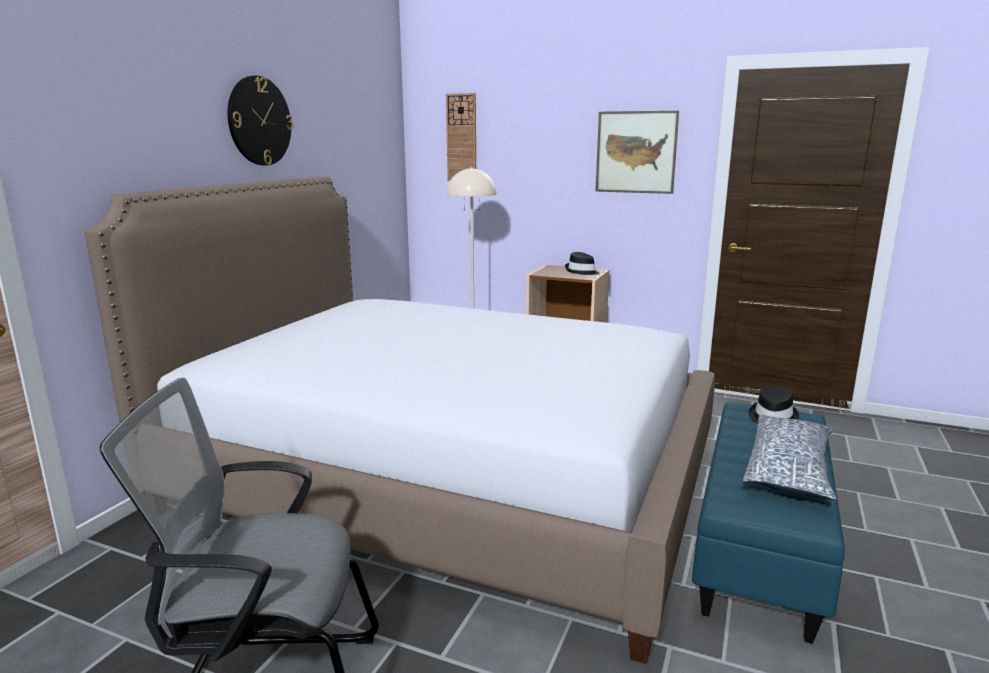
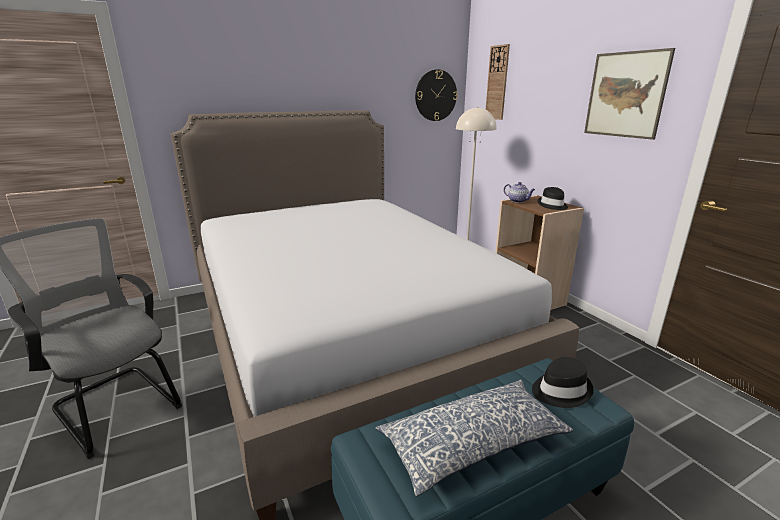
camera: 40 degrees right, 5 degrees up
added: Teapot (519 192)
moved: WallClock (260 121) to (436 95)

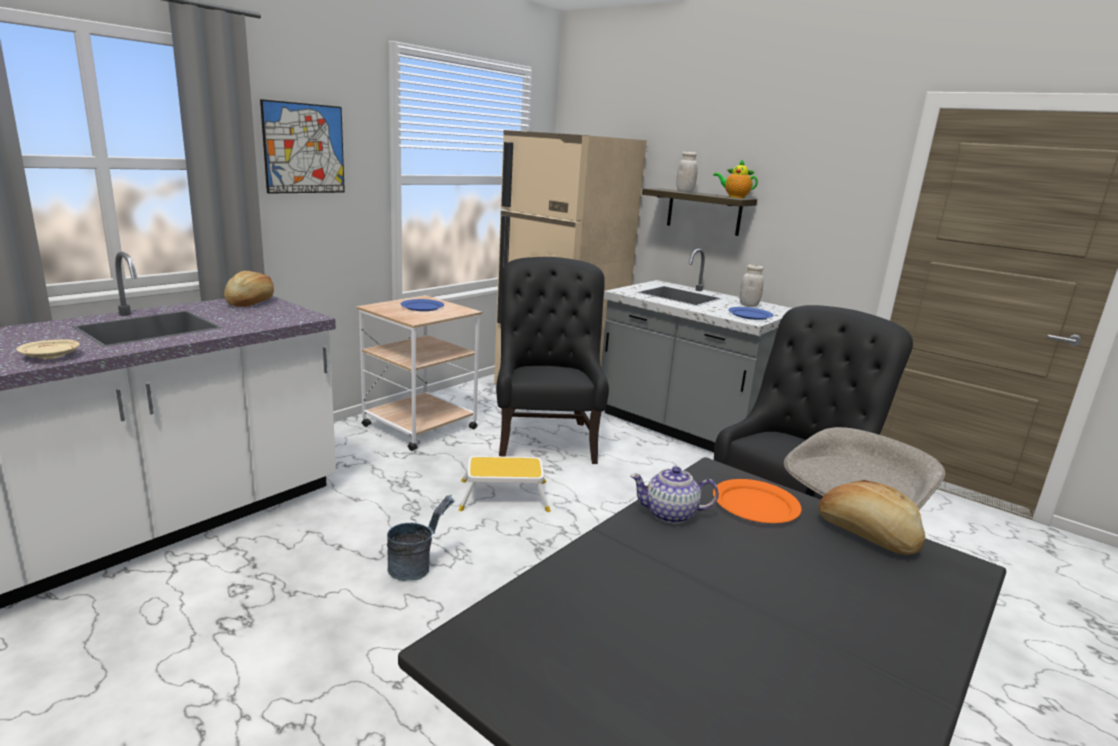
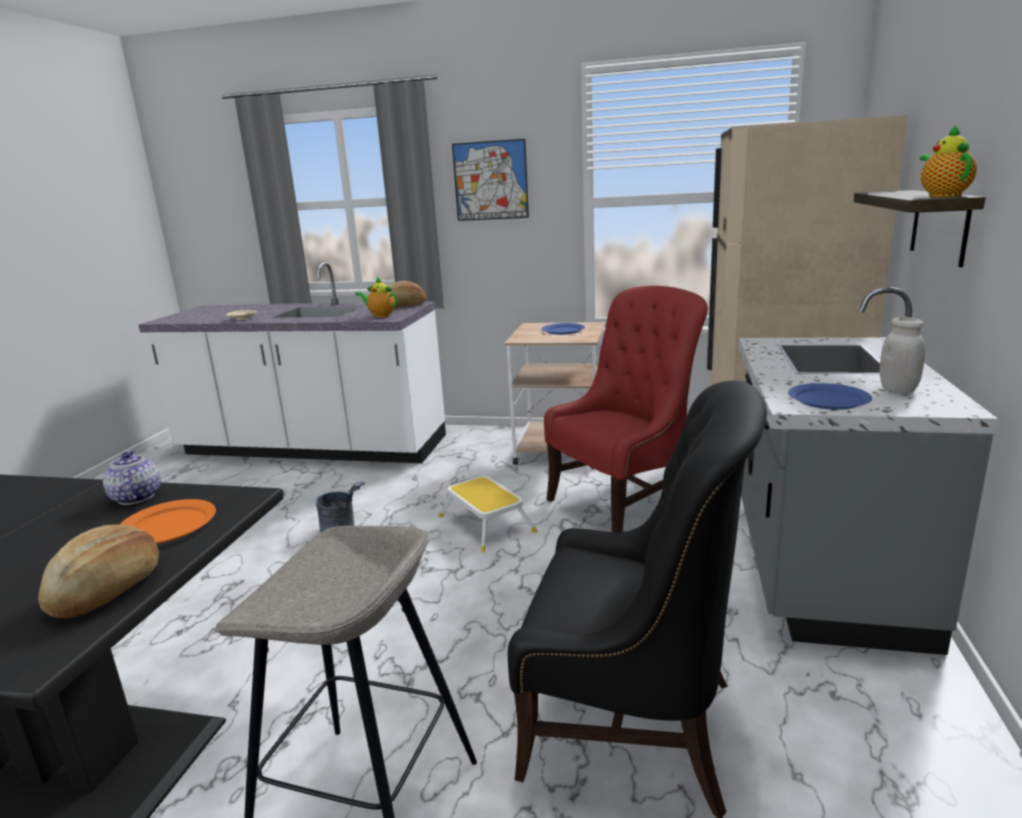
camera: 65 degrees right, 0 degrees up
removed: WhiteJar (687 172)
added: Teapot (376 297)
recoloured: BlackChair (552 360) to RedChair (626 409)

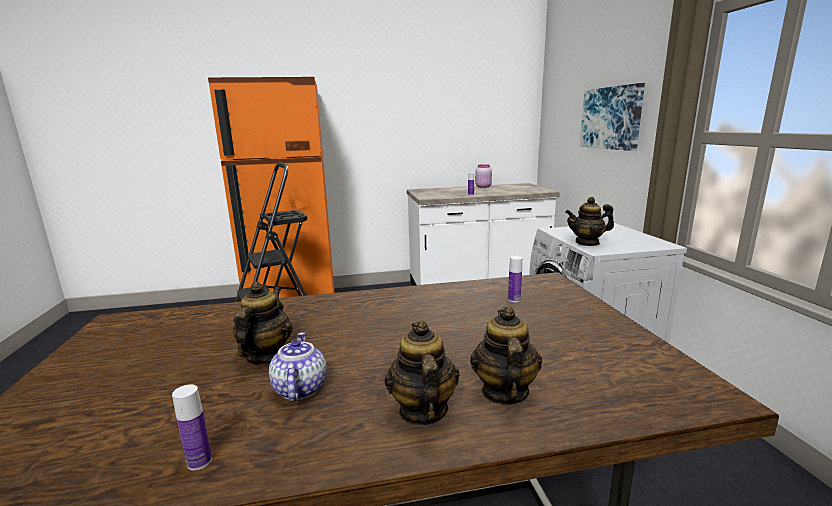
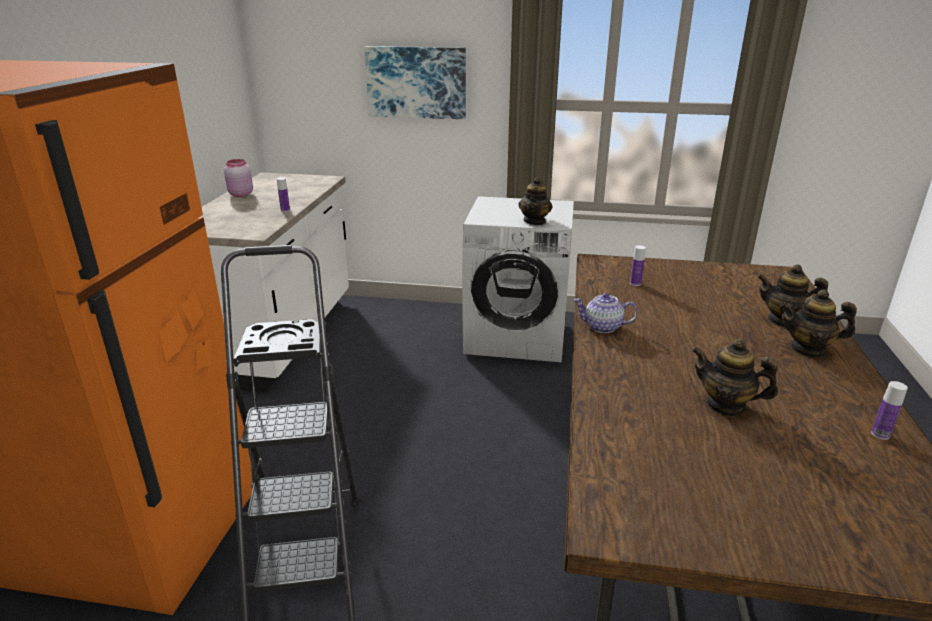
camera: 70 degrees left, 10 degrees up
moved: Teapot (298 367) to (605 313)

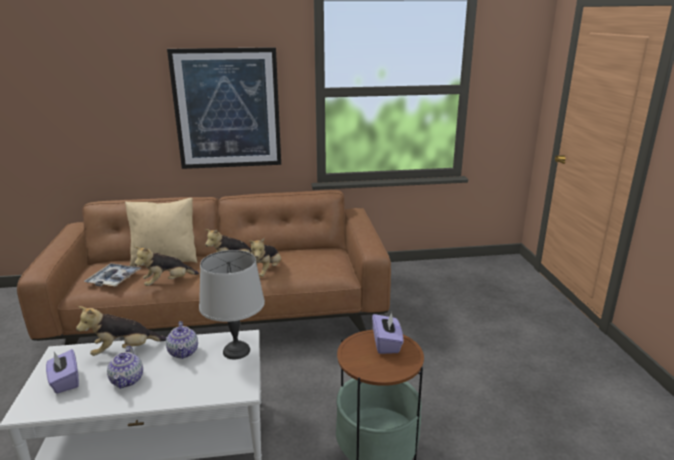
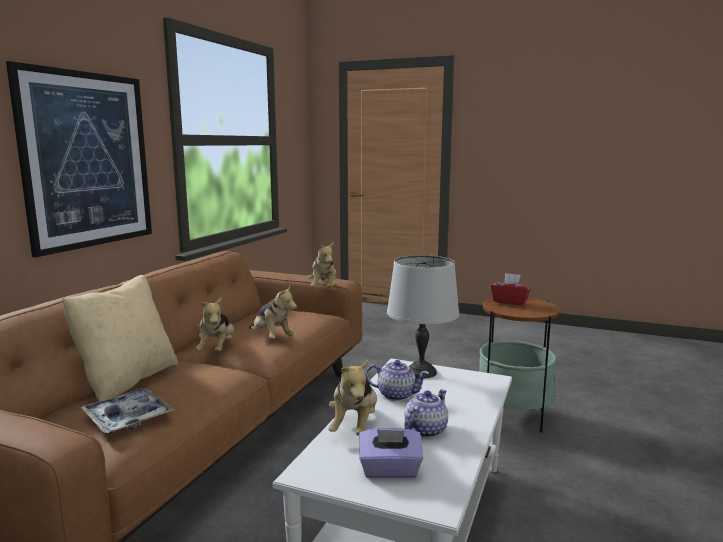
camera: 60 degrees left, 10 degrees down
moved: PlushToy (166 266) to (322 265)
recoloured: PurpleTissueBox (387 333) to RedTissueBox (510 289)
turned: Teapot (125 367) = (426 413) 75 degrees counterclockwise

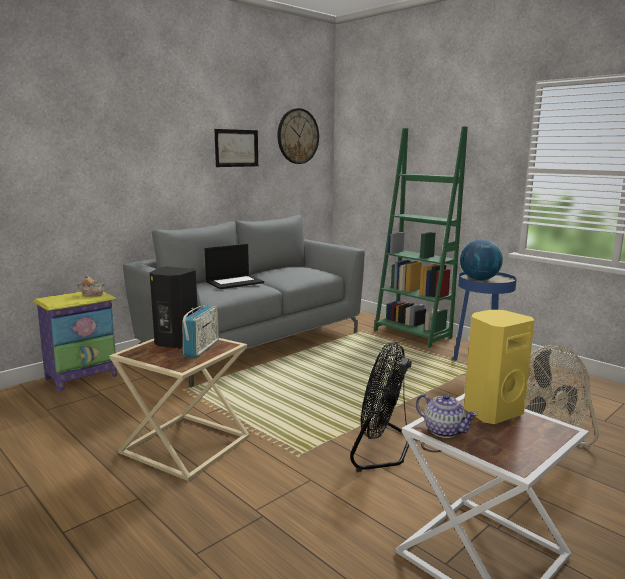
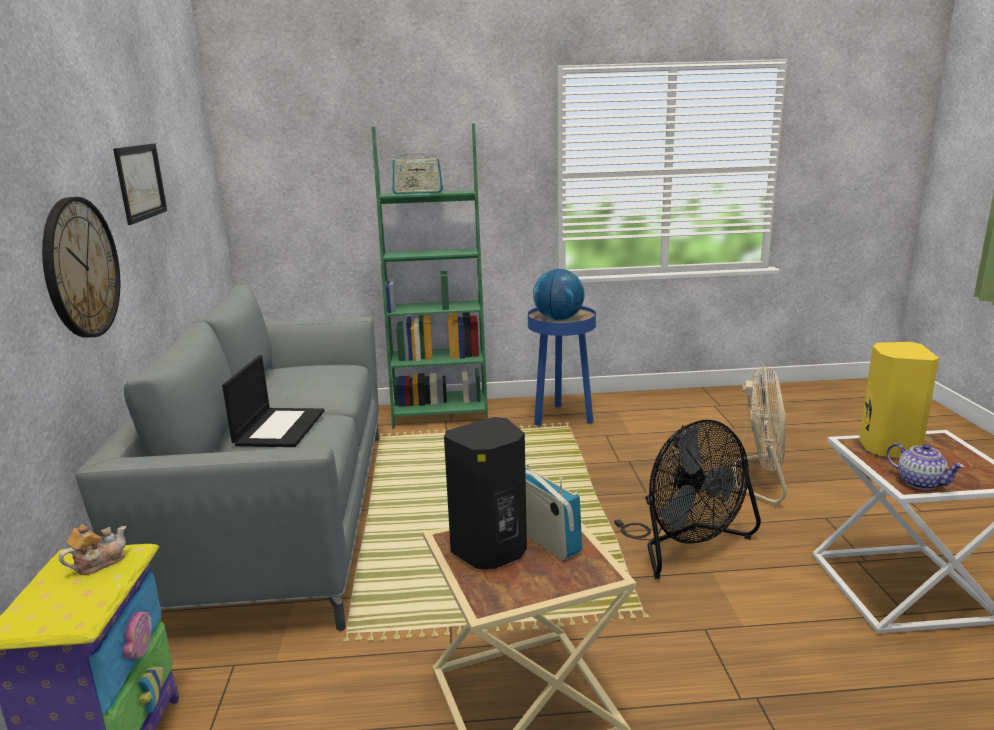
camera: 50 degrees left, 5 degrees up
added: Radio (417 172)
moved: WallClock (298 136) to (81 267)
turned: BlackFan (395 407) = (688 499) 90 degrees counterclockwise; Teapot (447 416) = (925 466) 60 degrees clockwise

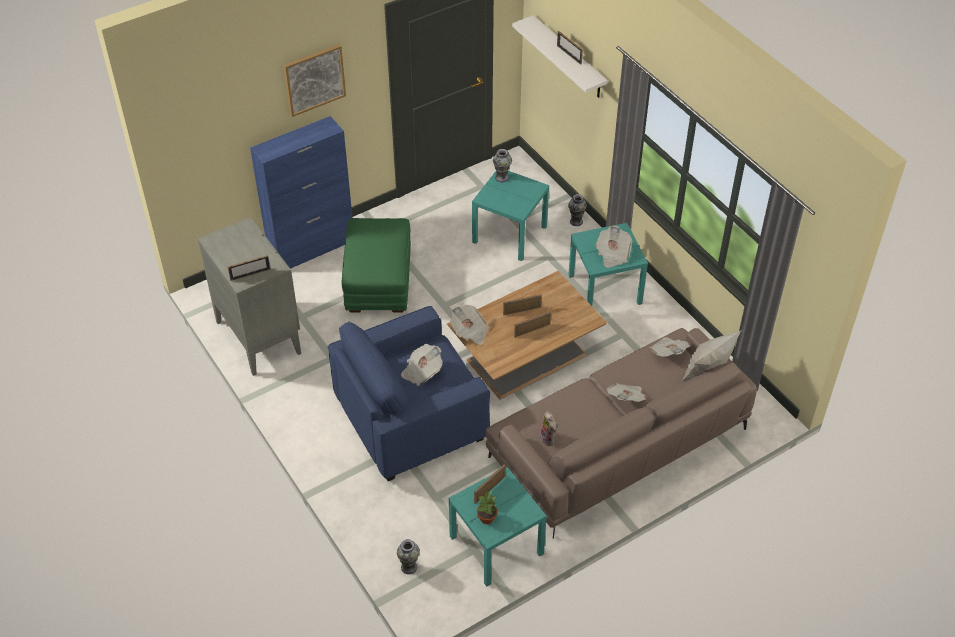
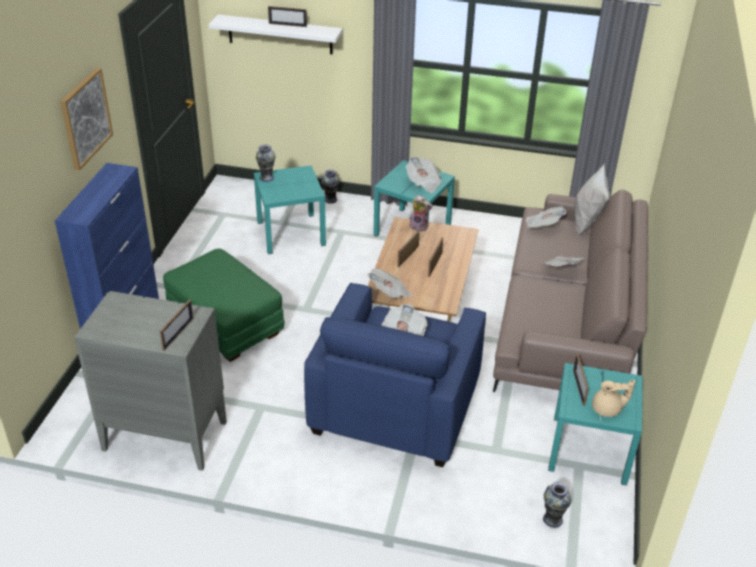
camera: 45 degrees left, 10 degrees down
moved: PlushToy (549 428) to (420 213)
replaced: PottedPlant (487 507) to BeigeTeapot (613 398)

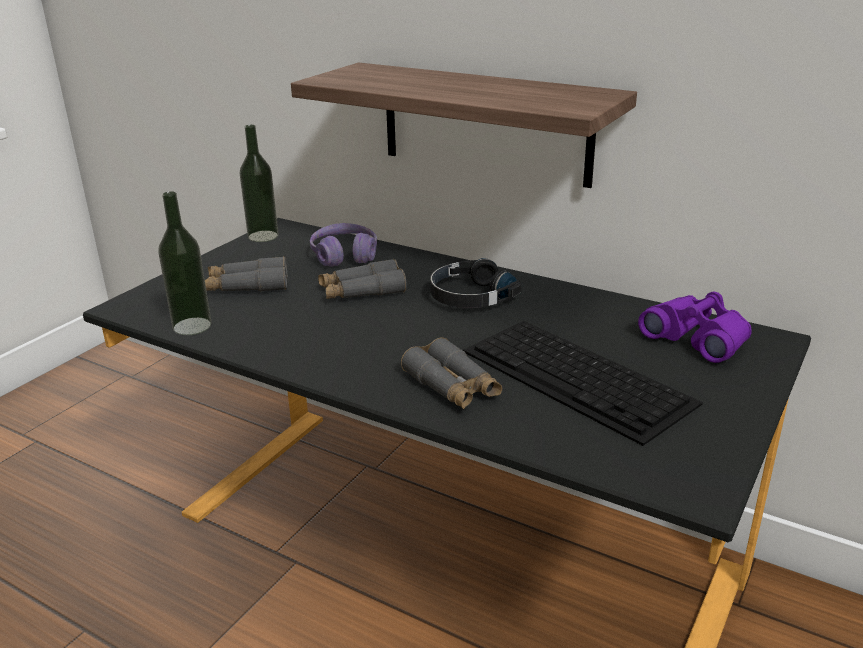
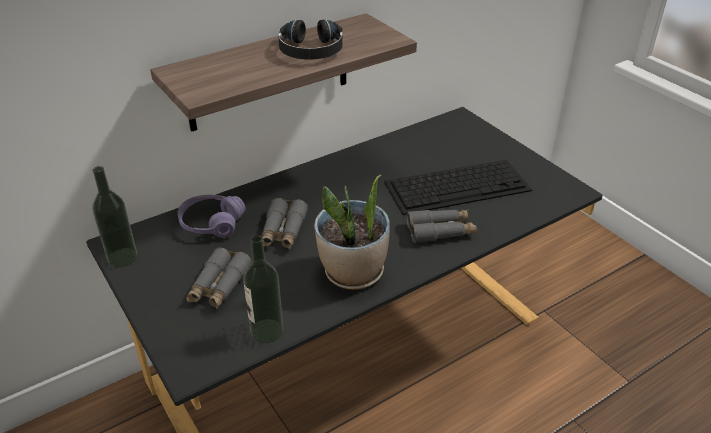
camera: 65 degrees left, 10 degrees up
removed: PurpleBinoculars (695 327)
added: PottedPlant (352 232)
moved: BlackHeadphones (475 283) to (310 40)

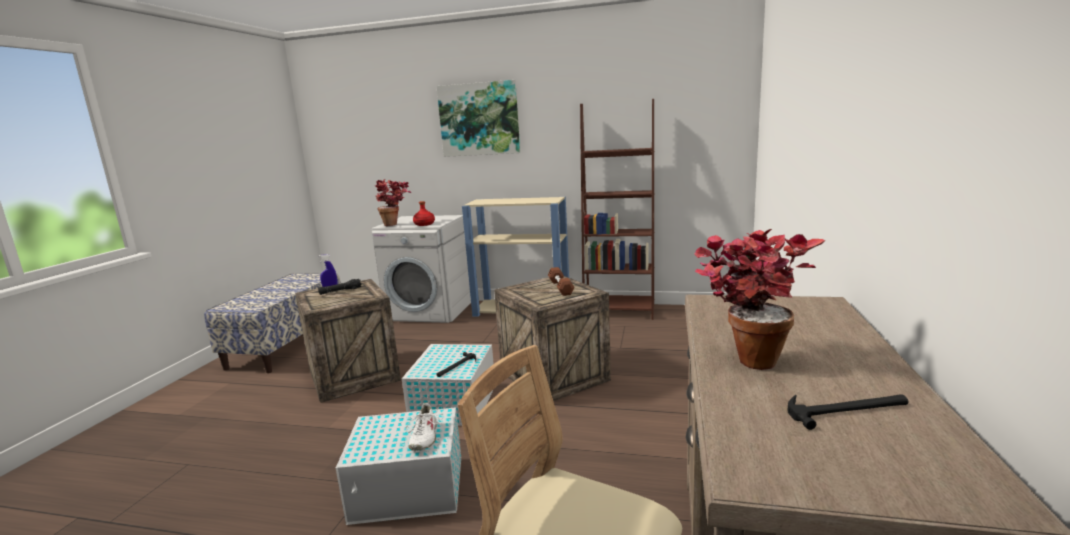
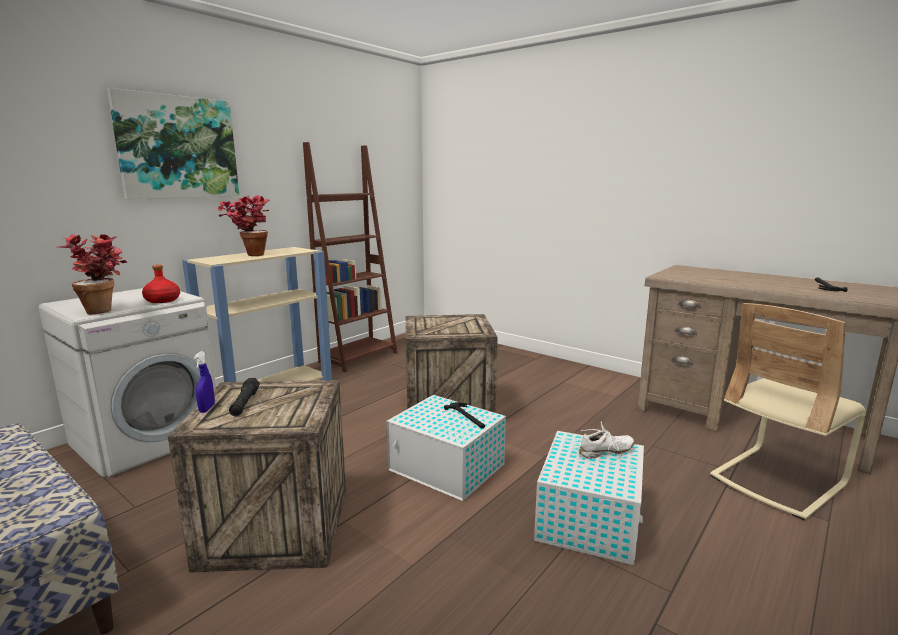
camera: 65 degrees left, 0 degrees up
removed: BrownDumbbell (561 281)
moved: PottedPlant (759 299) to (243 225)
turned: WhiteShoe (422 427) = (606 440) 45 degrees counterclockwise

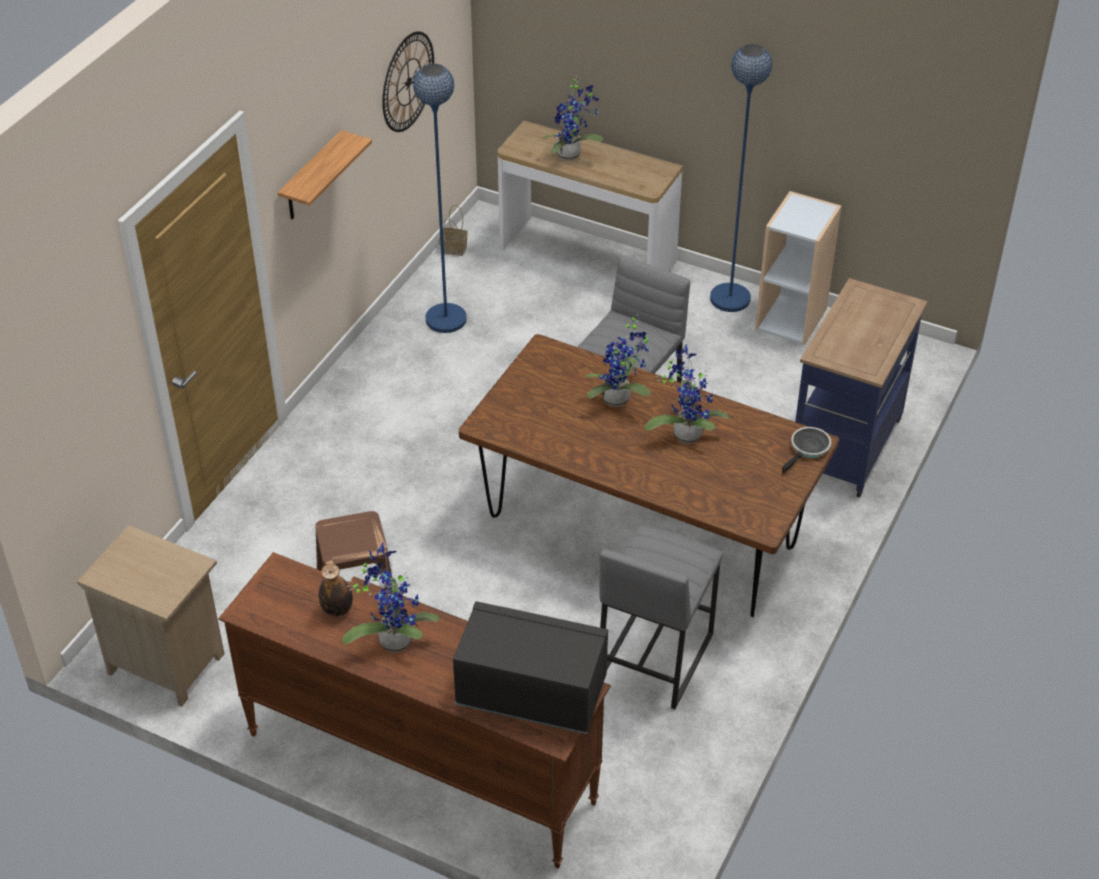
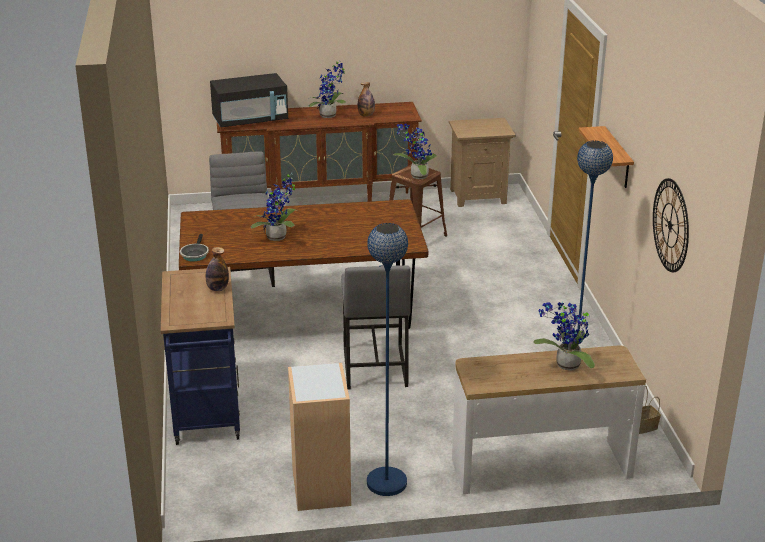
camera: 145 degrees right, 15 degrees down
added: Bottle (217 269)
moved: PottedPlant (618 360) to (415 151)

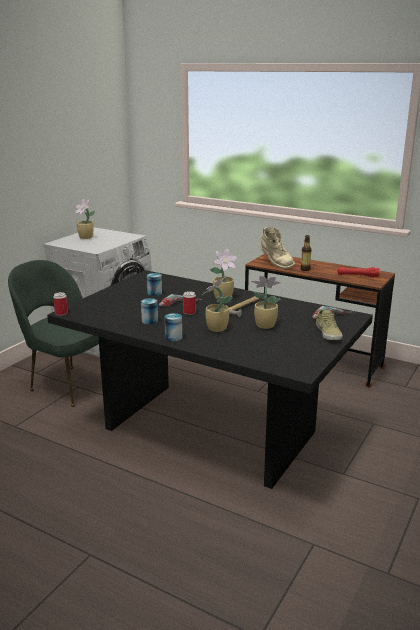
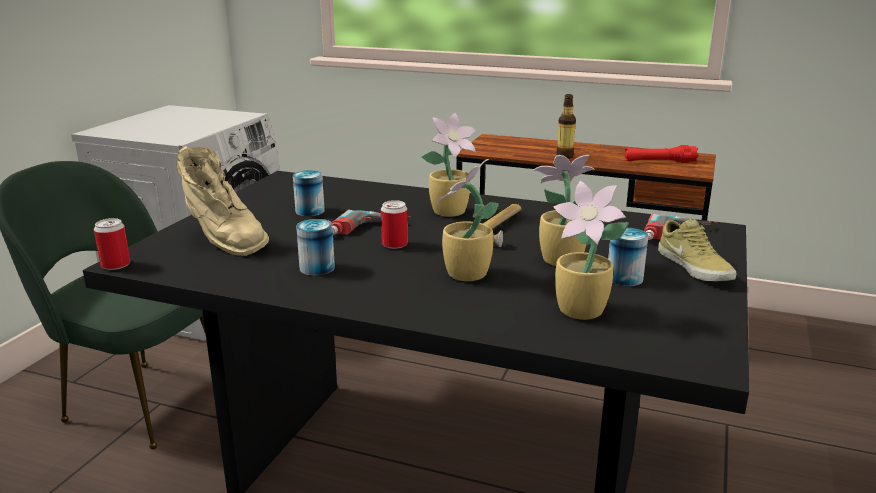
camera: 10 degrees left, 0 degrees up
moved: BeigeBoot (278 248) to (223 201); PottedPlant (85 219) to (591 250); Can (173 327) to (628 257)

